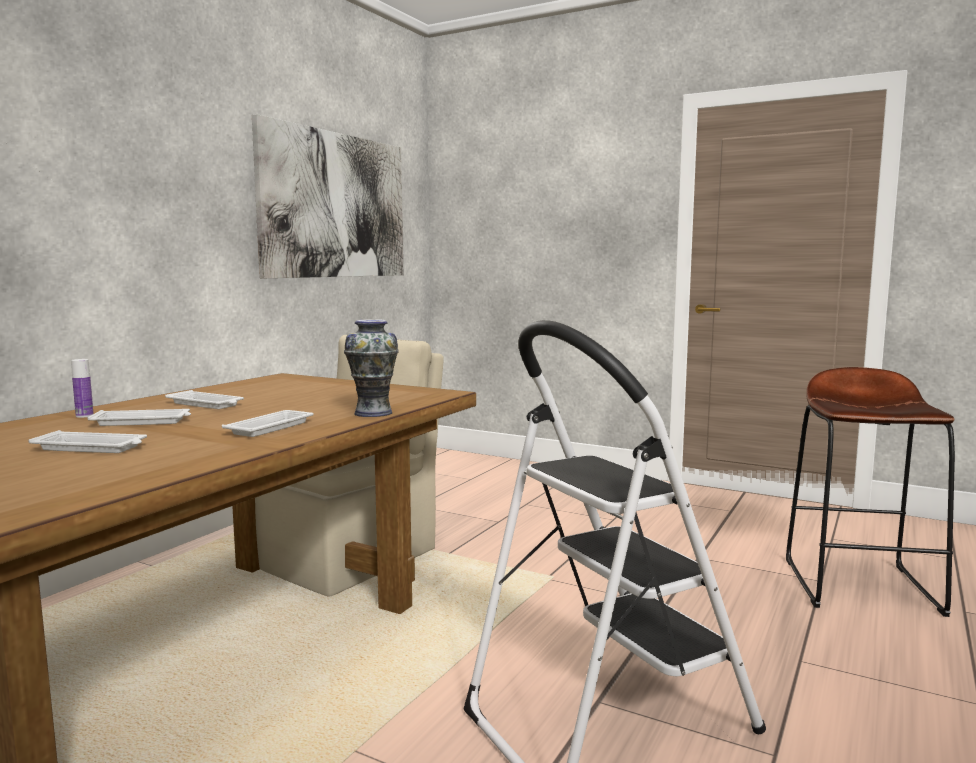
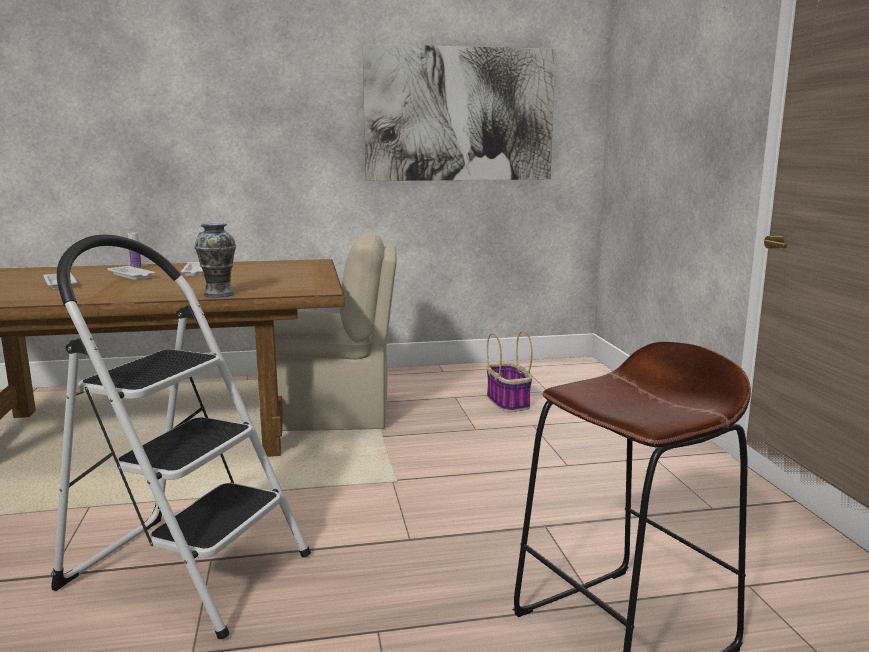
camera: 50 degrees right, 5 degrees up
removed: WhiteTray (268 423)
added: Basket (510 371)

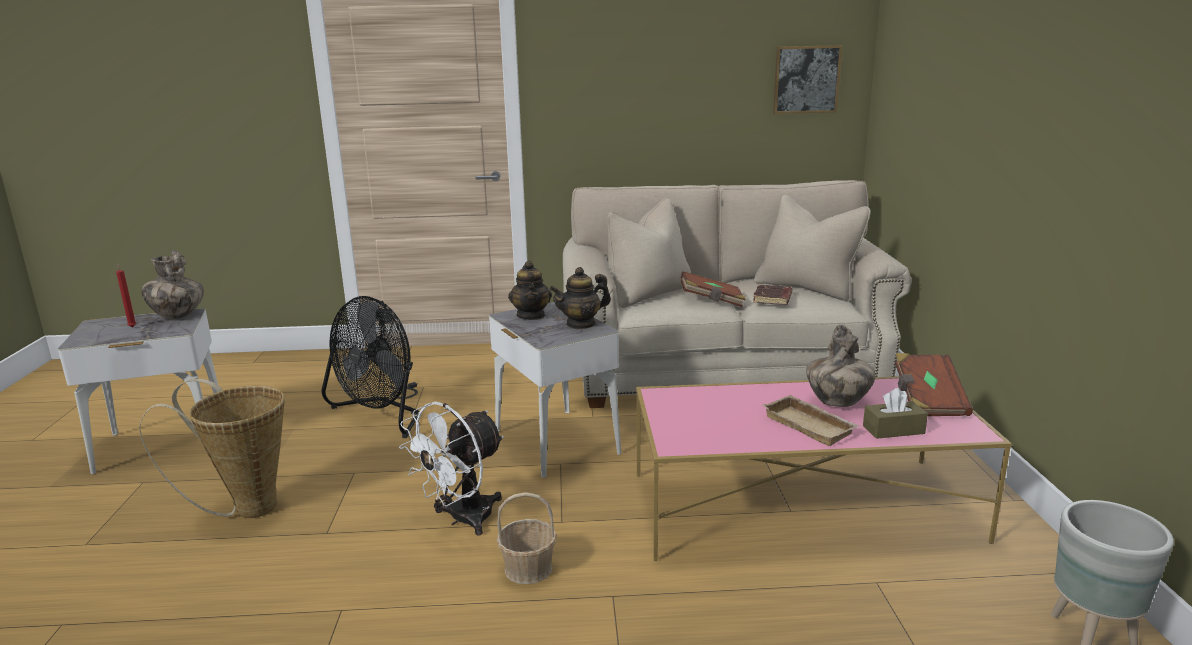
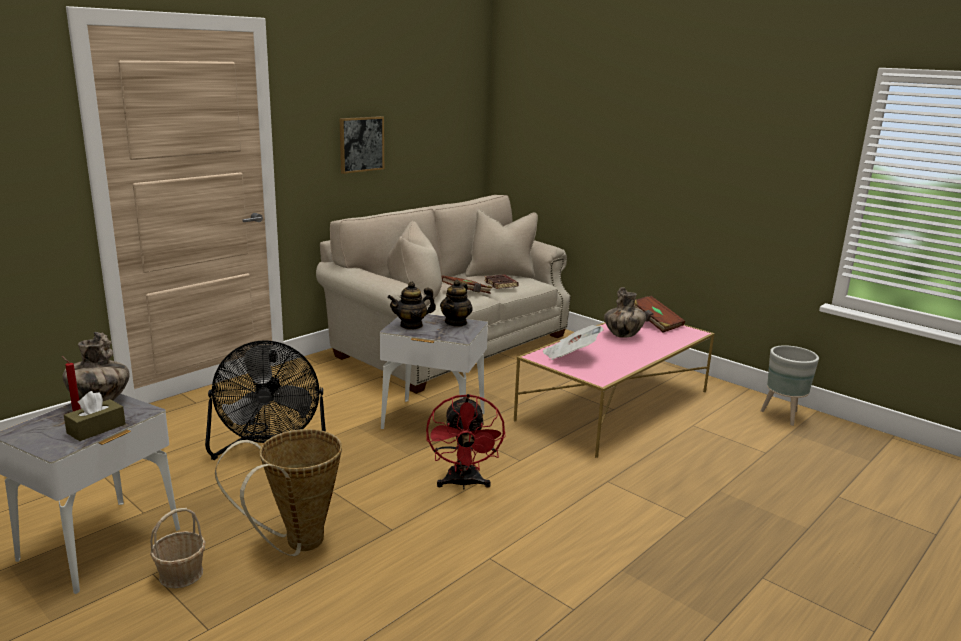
camera: 45 degrees left, 0 degrees up
removed: BeigeTray (810 420)
added: Newspaper (573 342)
moved: BrownTissueBox (895 413) to (95 416); Basket (526 538) to (178 548); Picture (807 79) to (362 145)
recoloured: WhiteFan (451 468) to RedFan (466 441)
turned: Teapot (530 290) = (411 306) 120 degrees clockwise

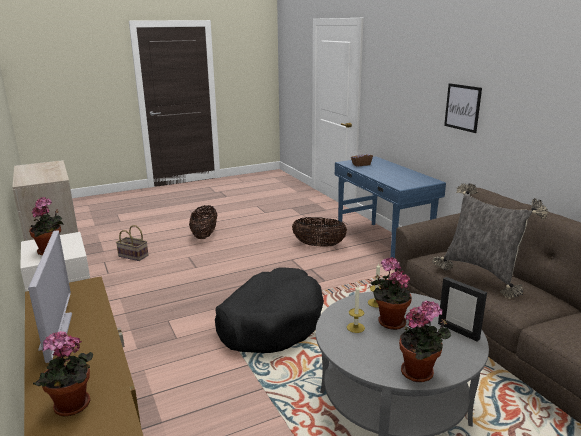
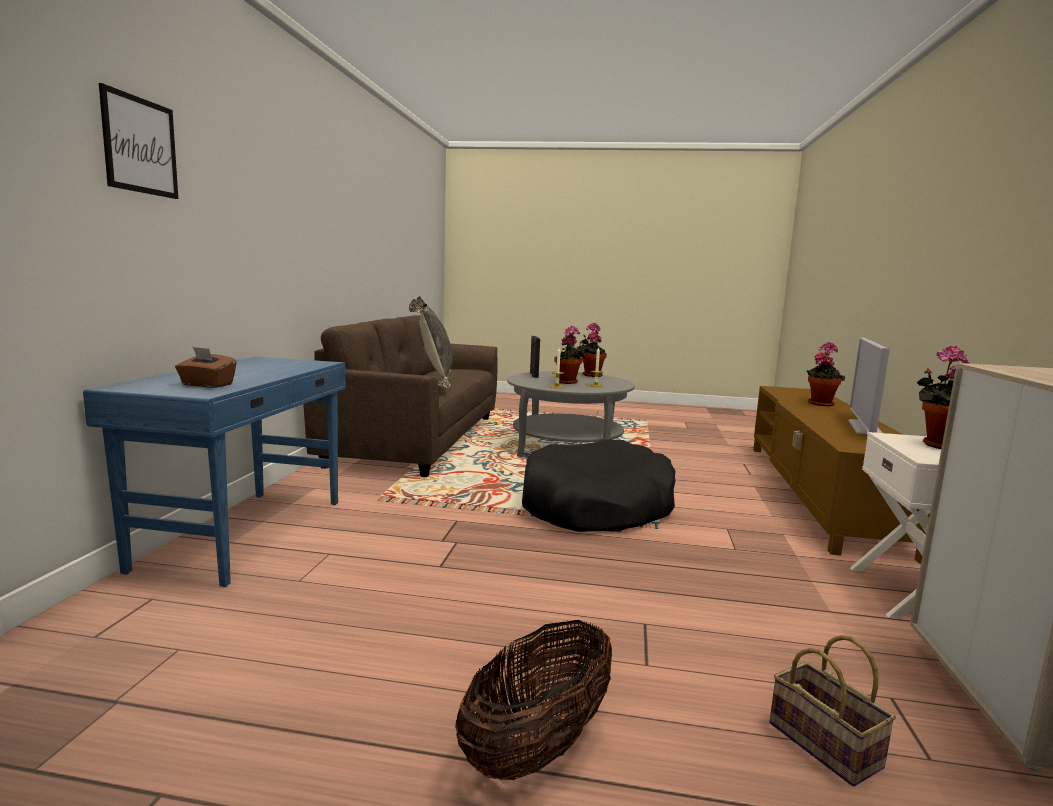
camera: 145 degrees left, 10 degrees down
removed: Basket (319 232)
moved: Picture (463 108) to (138 141)

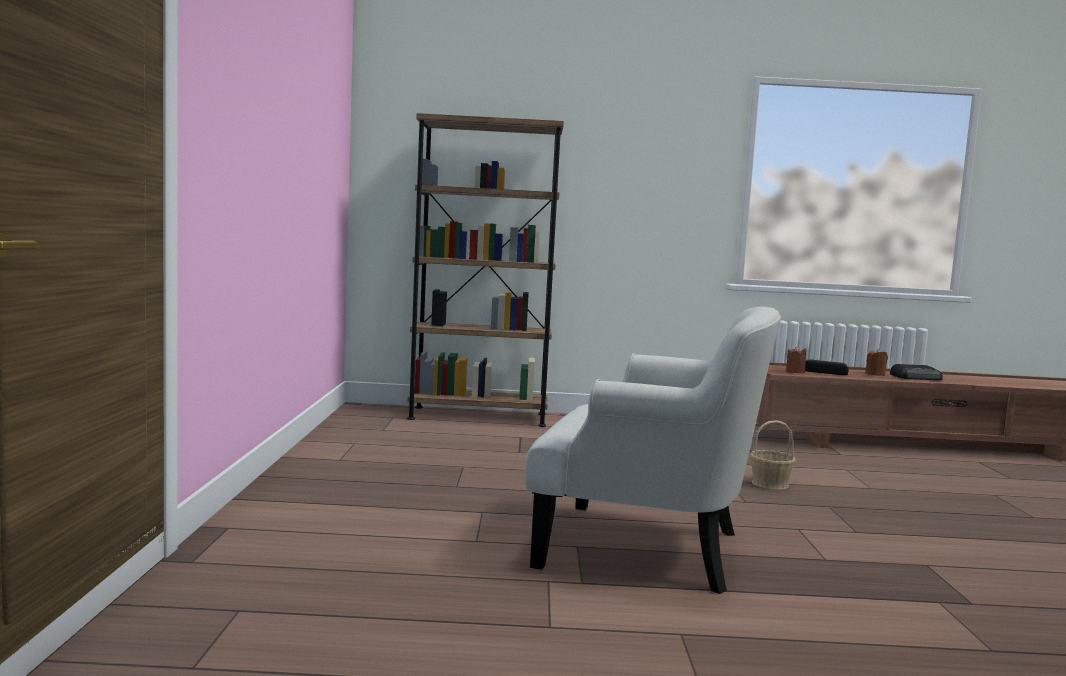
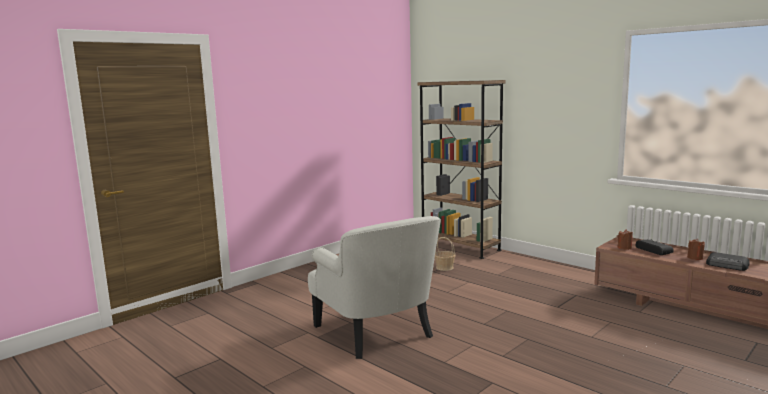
camera: 45 degrees right, 5 degrees up
moved: Basket (773 455) to (445 254)

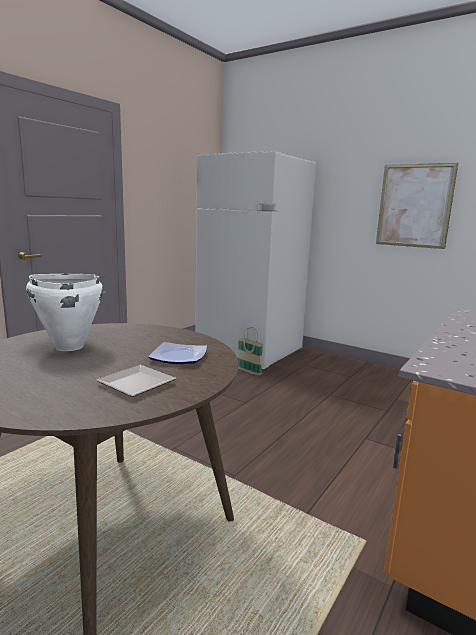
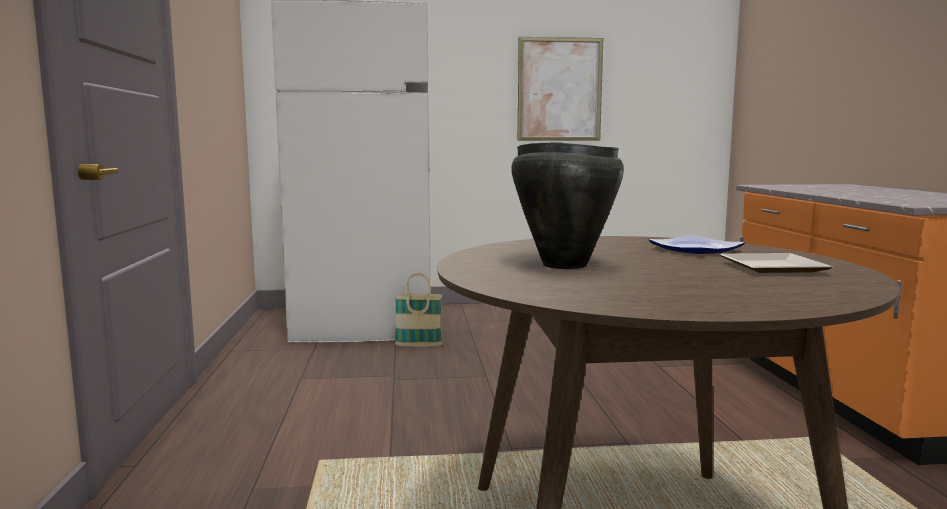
camera: 40 degrees left, 5 degrees down
recoloured: WhiteCookingPot (64 312) to BlackCookingPot (568 205)

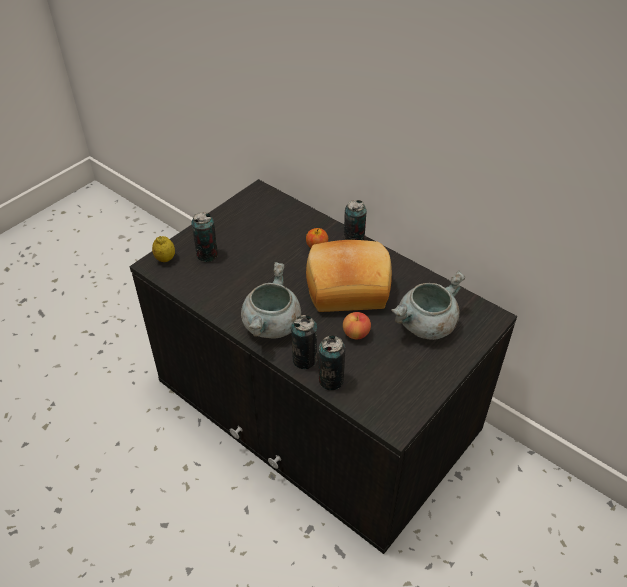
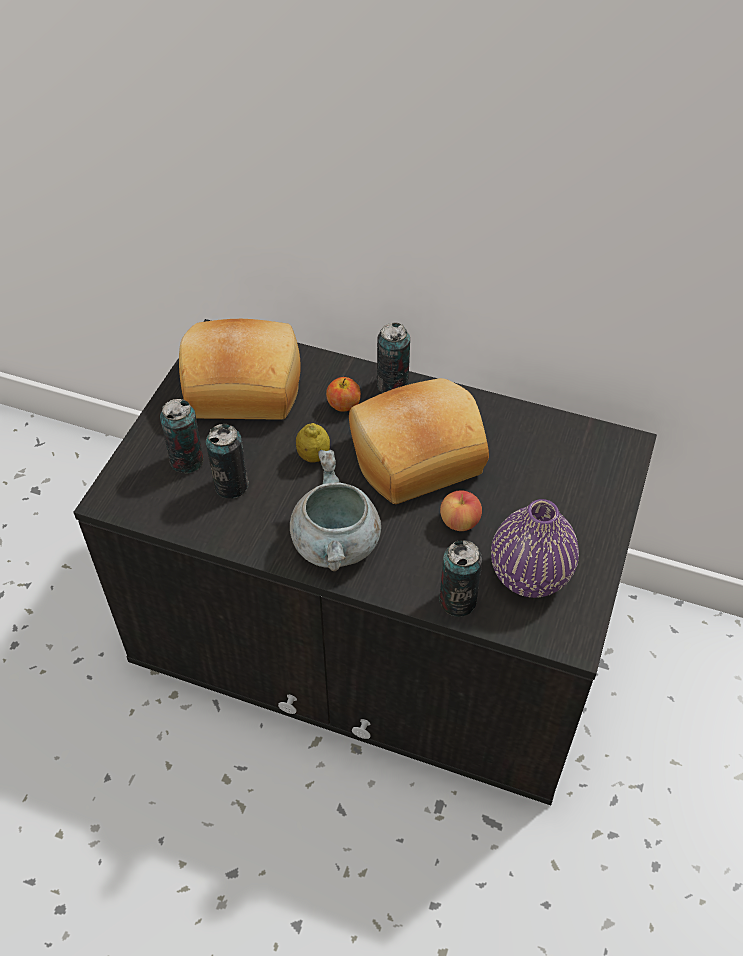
camera: 20 degrees left, 5 degrees up
removed: GreyCookingPot (428 305)
added: Bread (240 369); PurpleVase (535 548)
moved: Can (304 342) to (227 461); Lemon (163 249) to (313 443)

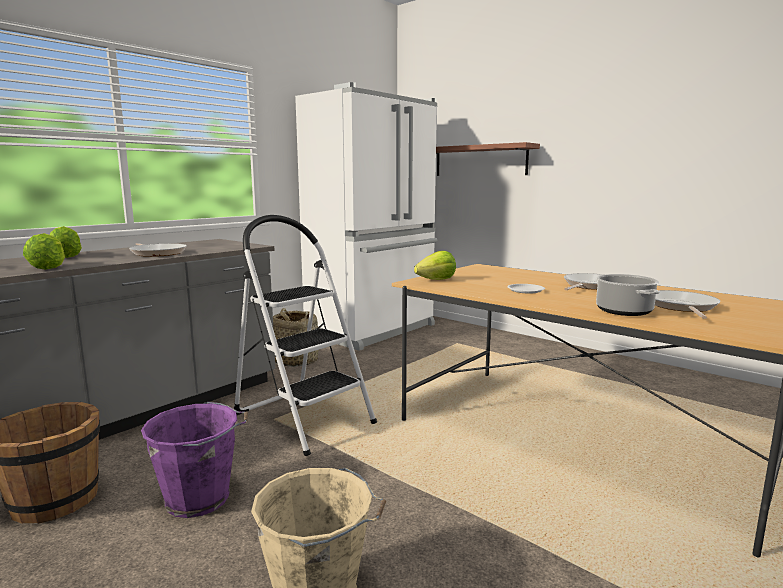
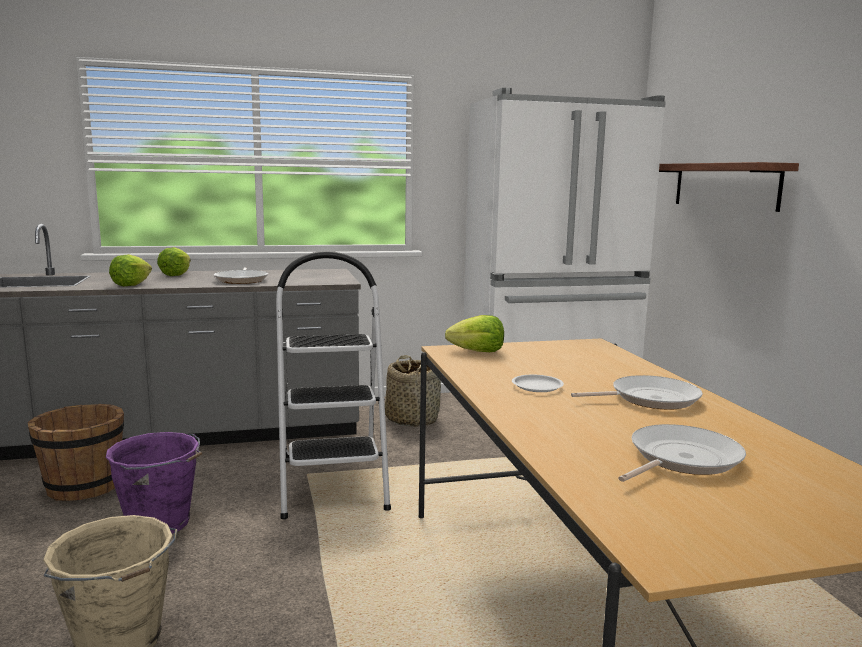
camera: 35 degrees right, 0 degrees up
removed: CookingPot (628 295)

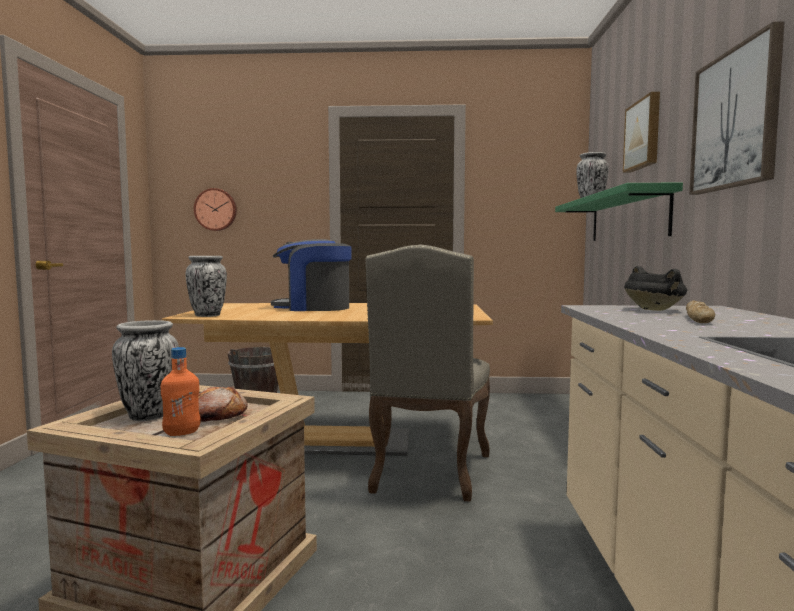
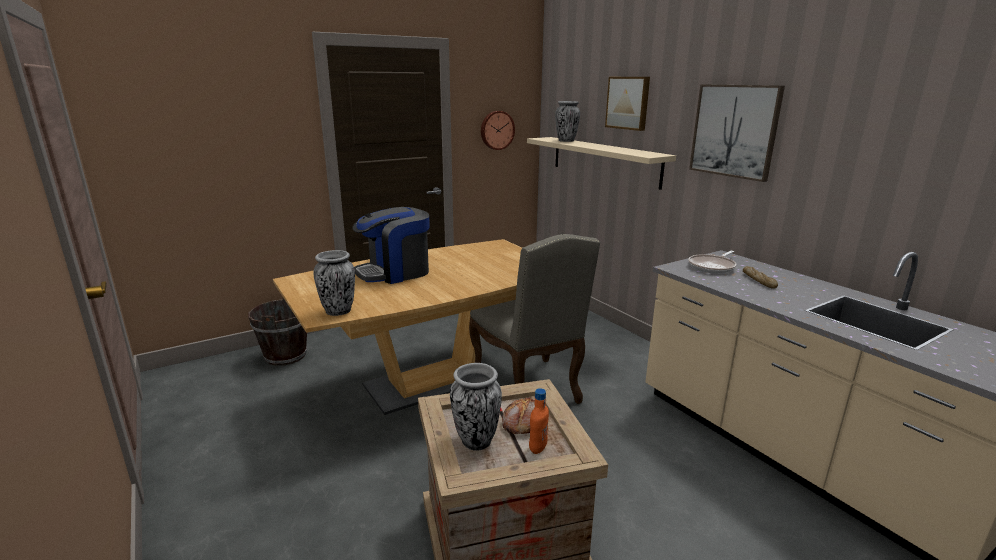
camera: 35 degrees left, 15 degrees up
moved: WallClock (215 209) to (498 130)
replaced: BlackCookingPot (655 288) to FryingPan (712 262)
recoloured: GreenShelf (619 212) to BeigeShelf (601 163)

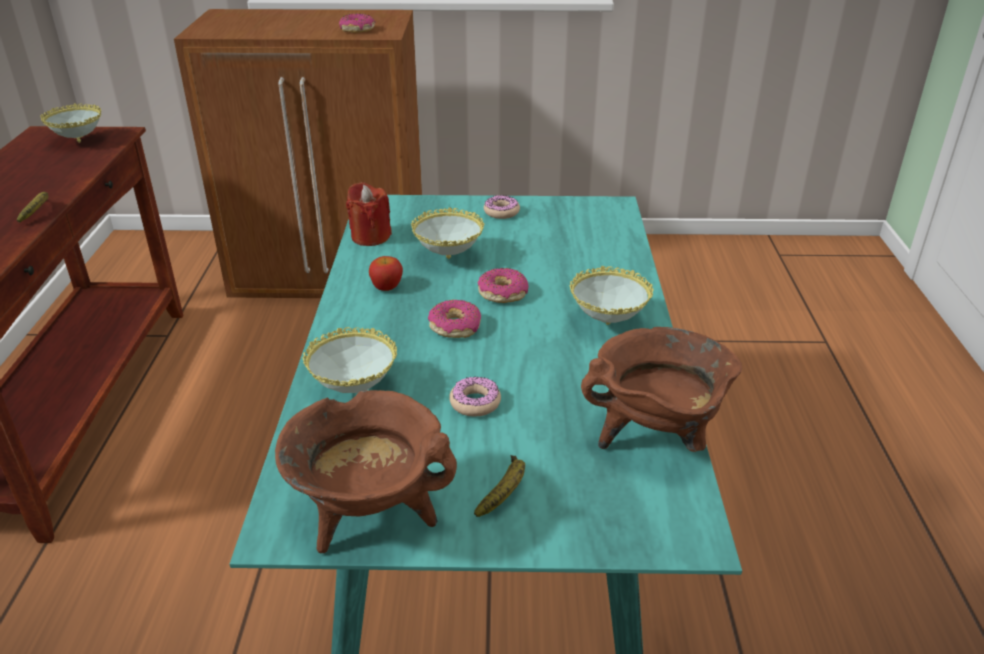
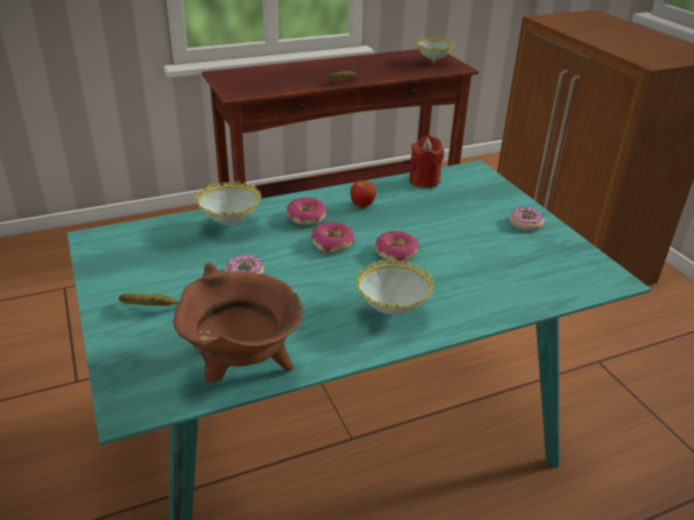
camera: 65 degrees right, 0 degrees up
removed: BrownCookingPot (366 471); Bowl (447 233)
moved: Donut (357 23) to (306 211)

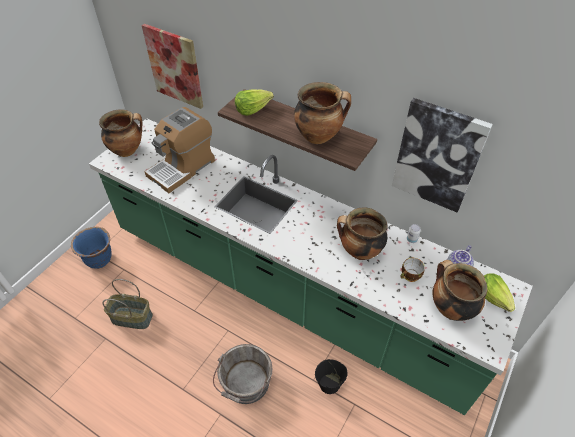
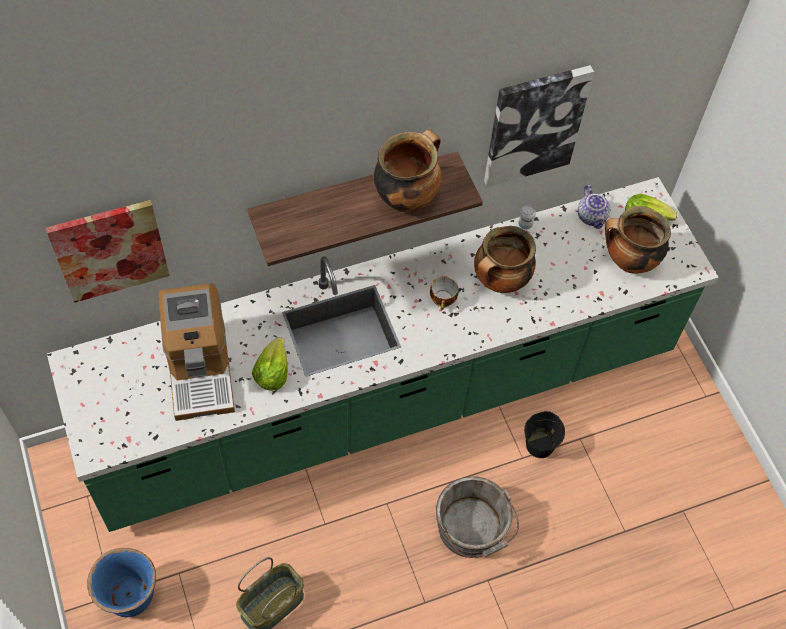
camera: 55 degrees left, 10 degrees up
removed: CookingPot (120 133)
moved: Lettuce (254 102) to (270 363); Cup (412 270) to (444 293)

